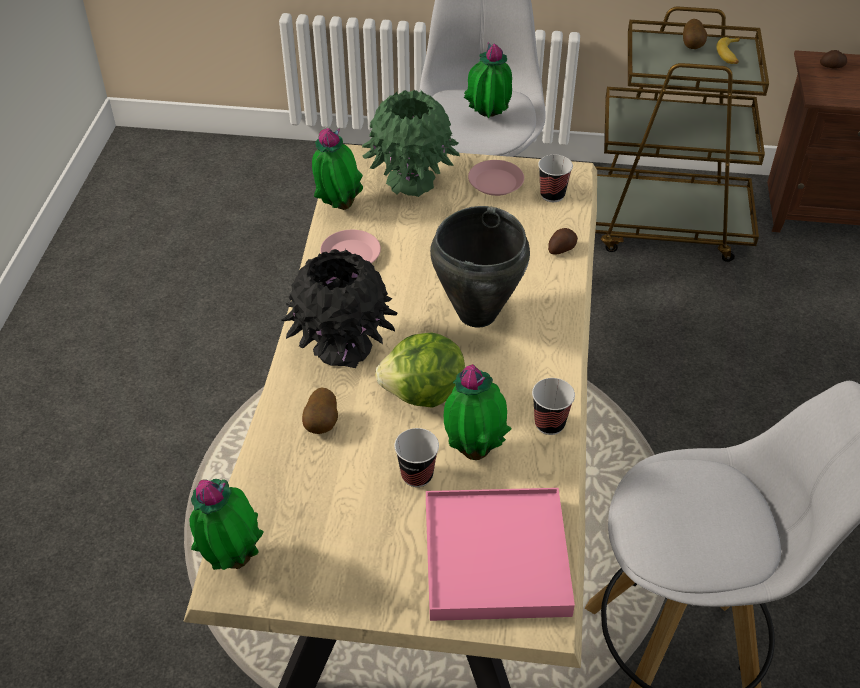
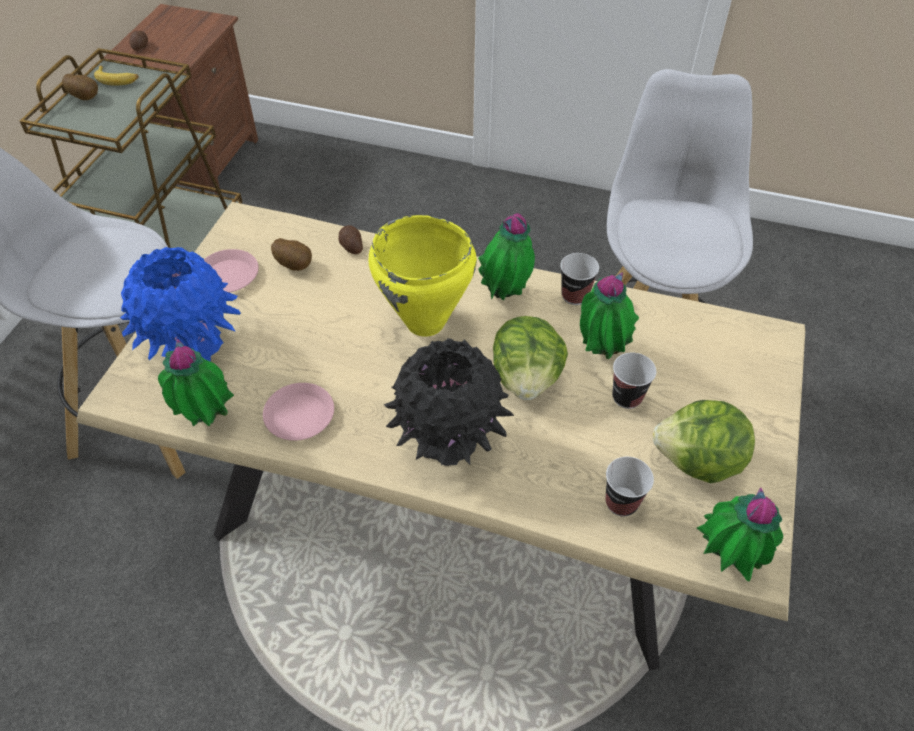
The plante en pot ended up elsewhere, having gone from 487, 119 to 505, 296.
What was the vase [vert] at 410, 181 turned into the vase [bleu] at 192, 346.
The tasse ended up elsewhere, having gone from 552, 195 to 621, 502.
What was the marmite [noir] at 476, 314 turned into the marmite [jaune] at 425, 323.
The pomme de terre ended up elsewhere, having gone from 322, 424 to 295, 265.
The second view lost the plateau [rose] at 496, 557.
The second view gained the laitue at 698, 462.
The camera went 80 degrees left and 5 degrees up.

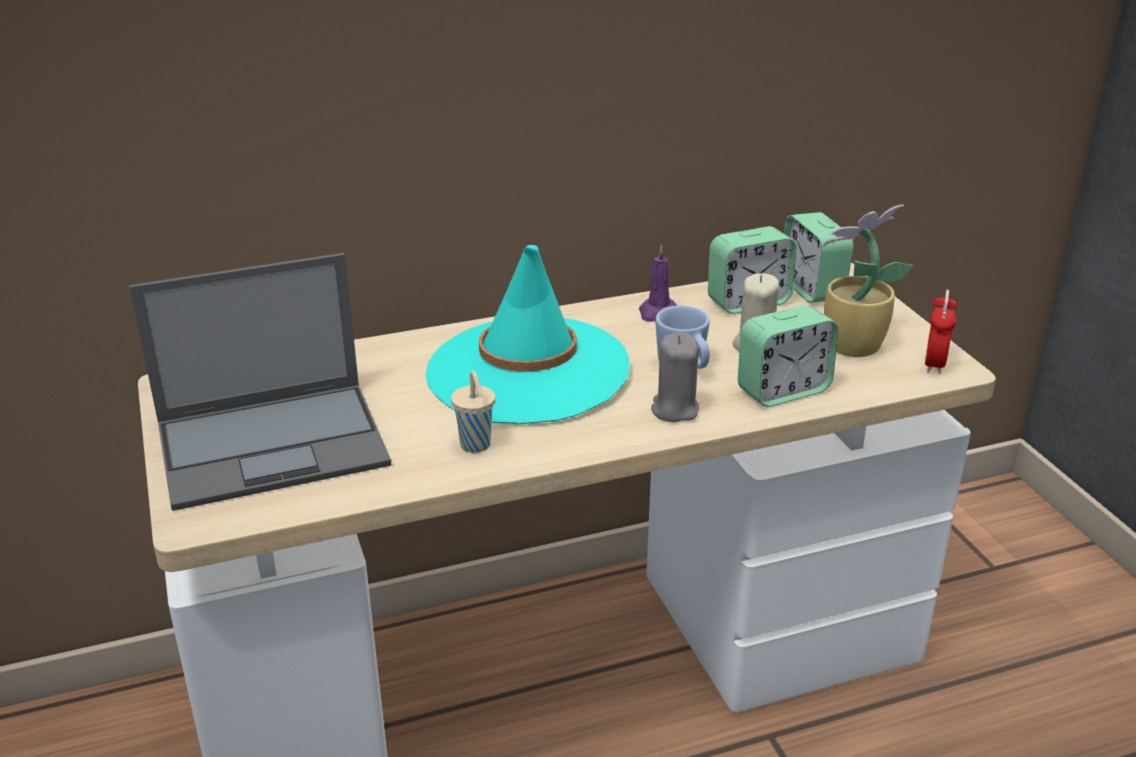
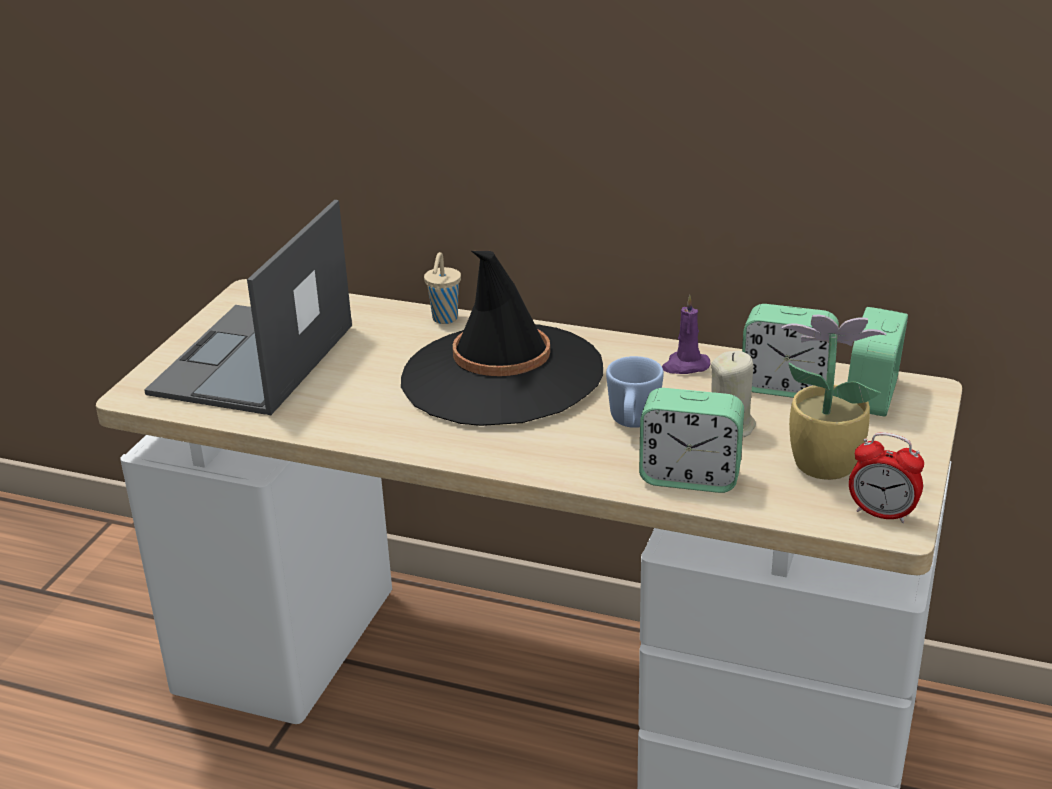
What was the chapeau [turquoise] at 527, 371 turned into the chapeau [noir] at 501, 375.
The ordinateur portable at 275, 443 ended up facing another way, 90 degrees clockwise from before.
The réveil at 934, 364 ended up facing another way, 120 degrees counterclockwise from before.
The second view lost the bougie [gris] at 674, 409.
The tasse [beige] ended up elsewhere, having gone from 476, 446 to 444, 319.
The camera went 40 degrees right and 0 degrees up.

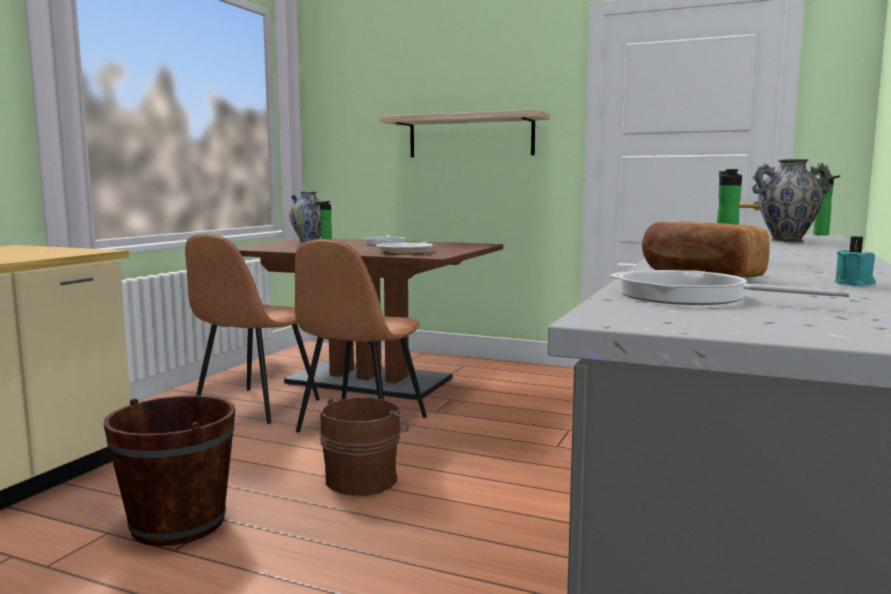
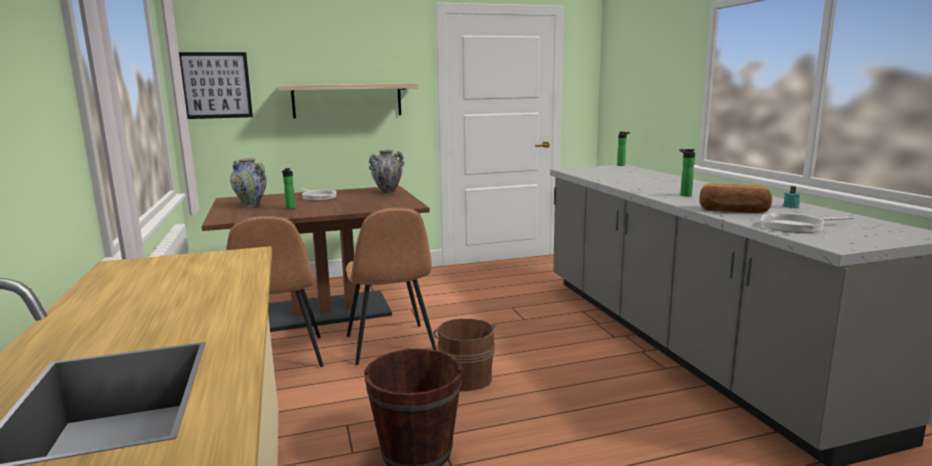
The vase ended up elsewhere, having gone from 786, 241 to 387, 192.
The second view lost the poêle at 406, 252.
The second view gained the tableau at 215, 85.
The camera went 40 degrees left and 5 degrees up.

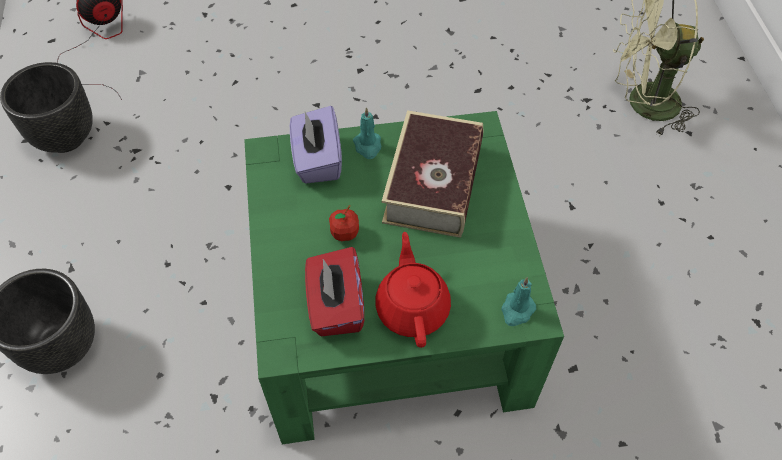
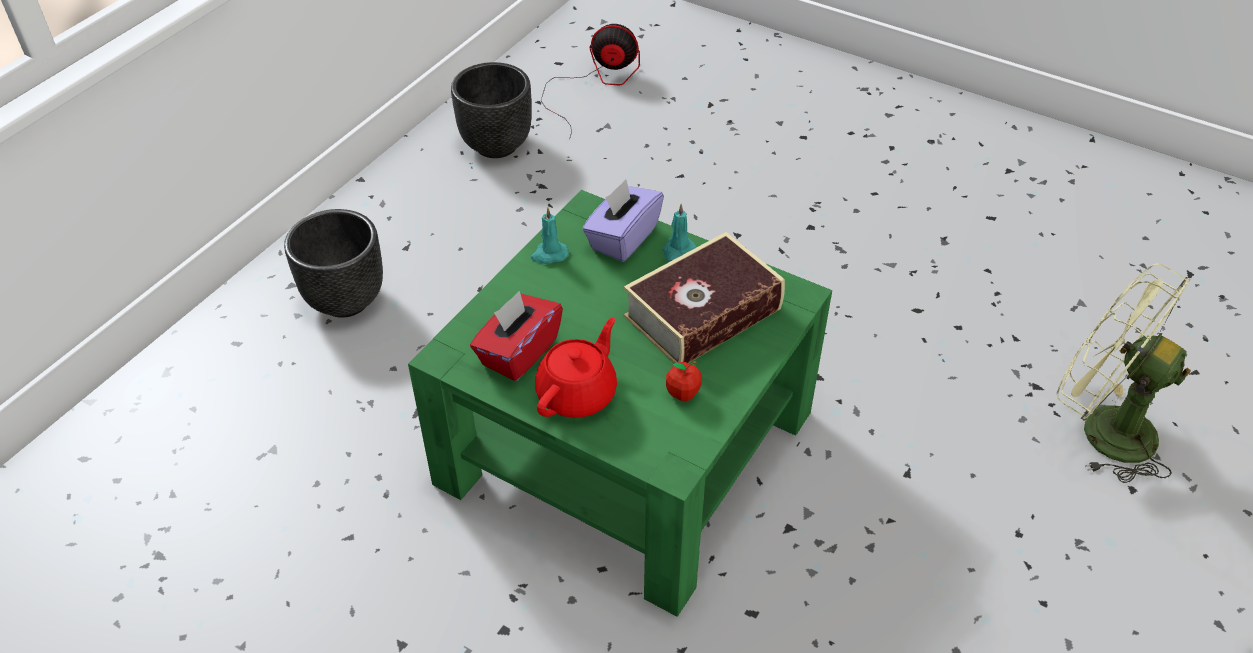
The pomme ended up elsewhere, having gone from 344, 234 to 683, 393.
The bougie [turquoise] ended up elsewhere, having gone from 517, 310 to 549, 254.
The camera went 40 degrees right and 10 degrees down.

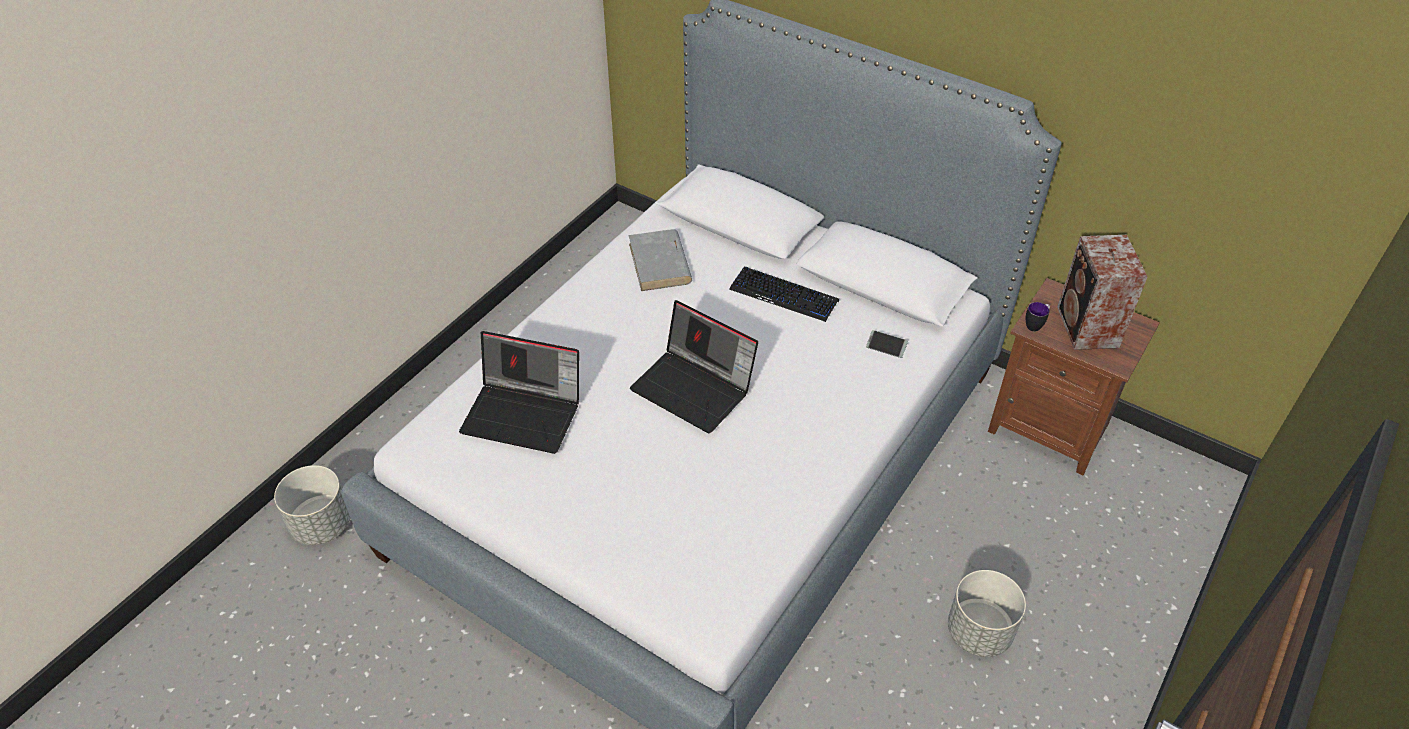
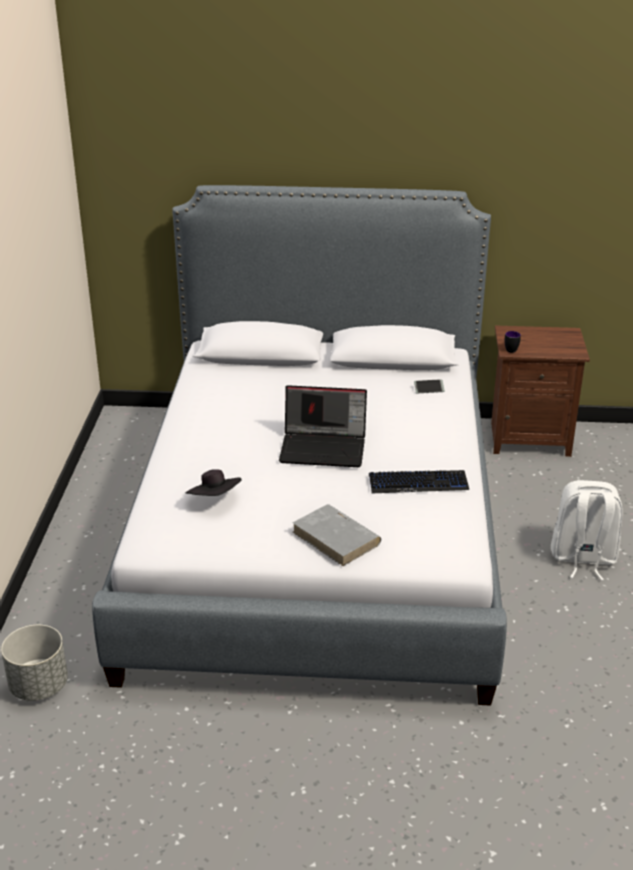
The livre [gris] ended up elsewhere, having gone from 660, 264 to 337, 538.
The second view lost the enceinte at 1087, 329.
The clavier ended up elsewhere, having gone from 784, 295 to 418, 483.
Where the ordinateur portable stood at 525, 413, the chapeau [noir] came to stand at 215, 499.
Where the cache-pot [gris] stood at 978, 632, the sac à dos [blanc] came to stand at 582, 558.
The camera went 30 degrees left and 15 degrees down.

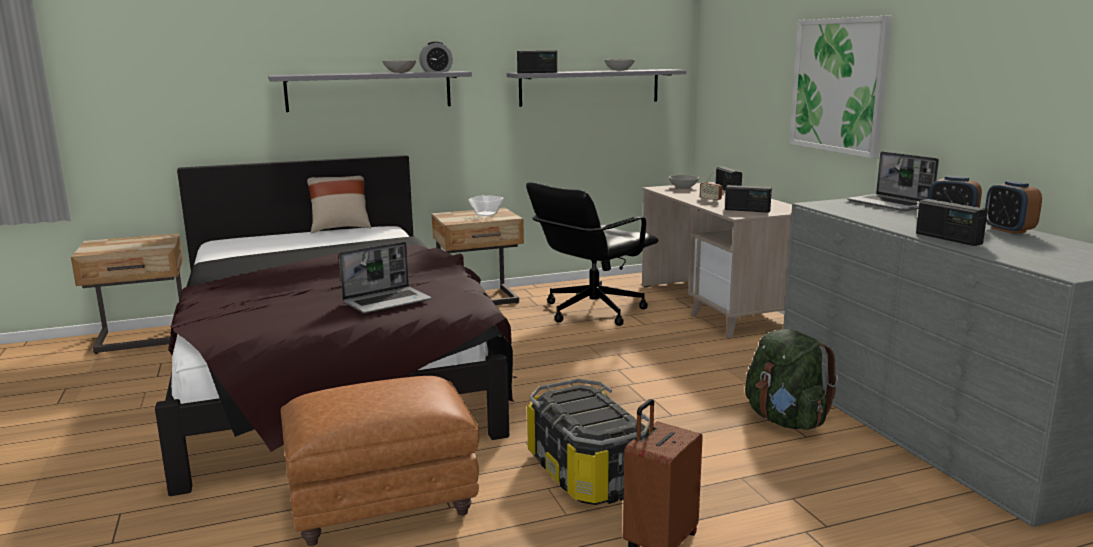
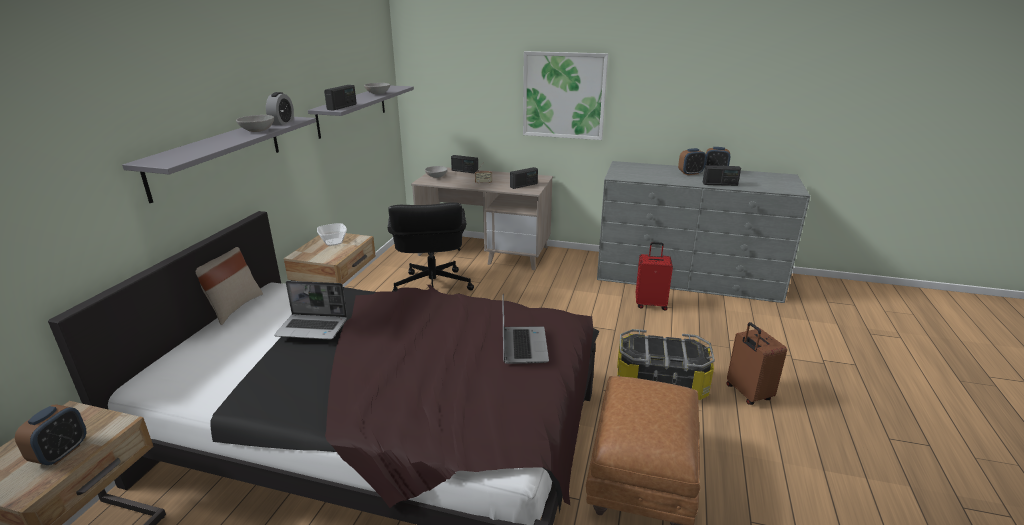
The ordinateur portable ended up elsewhere, having gone from 890, 204 to 313, 328.
Where the sac à dos [vert] stood at 785, 420, the valise [rouge] came to stand at 651, 304.
The second view gained the réveil at 61, 453.
The camera went 55 degrees left and 10 degrees up.

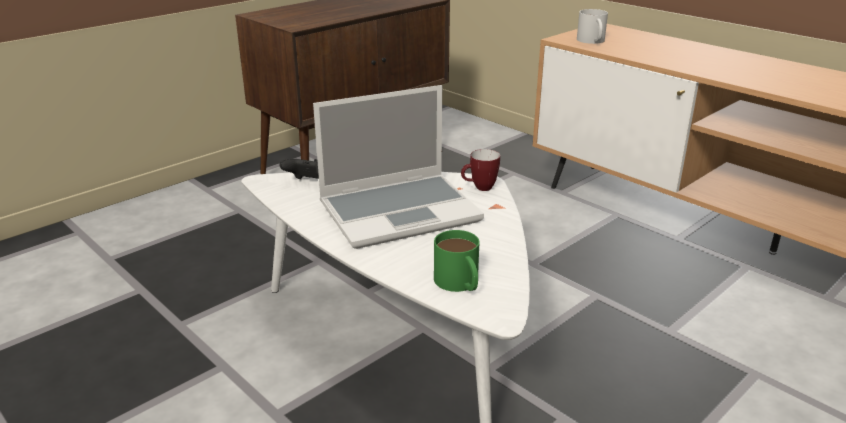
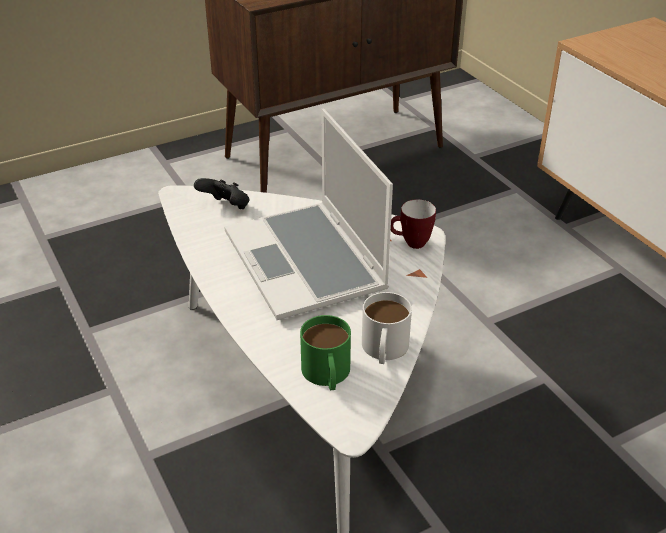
The mug [blanc] ended up elsewhere, having gone from 592, 41 to 384, 350.
The ordinateur portable at 400, 211 ended up facing another way, 75 degrees clockwise from before.
The camera went 15 degrees right and 10 degrees up.

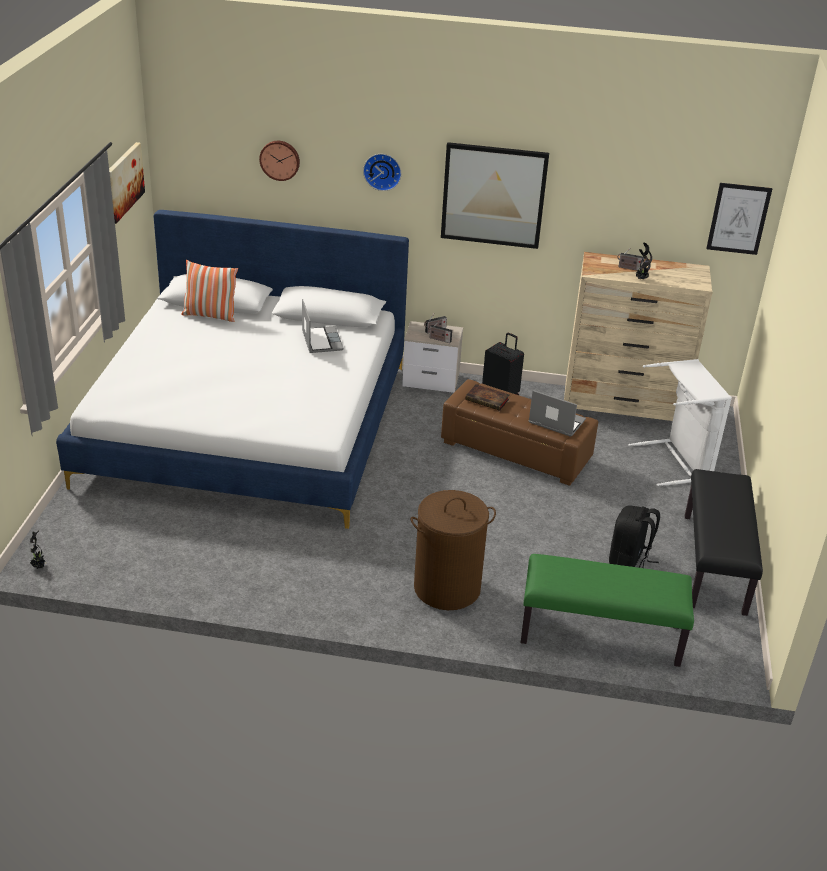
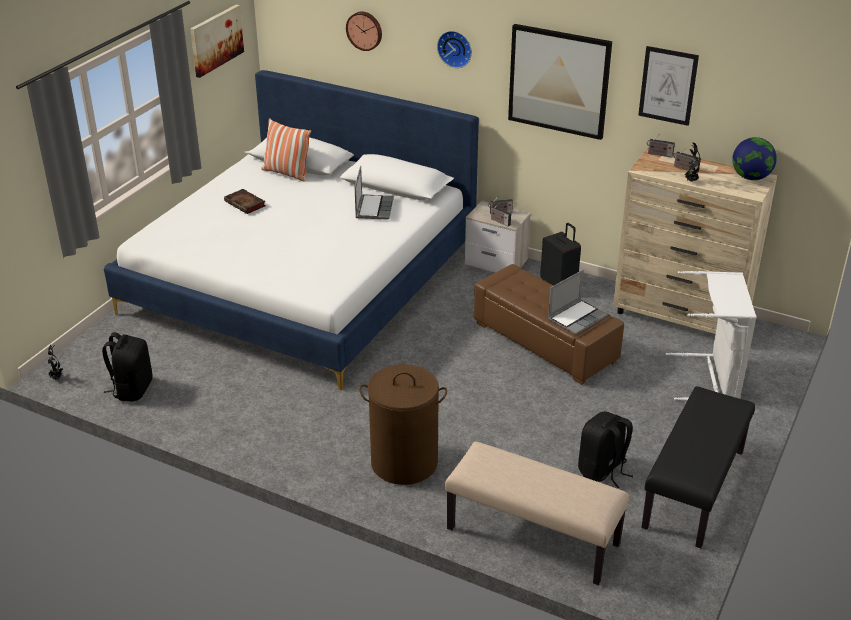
The tableau ended up elsewhere, having gone from 738, 218 to 668, 85.
The livre ended up elsewhere, having gone from 488, 400 to 246, 204.
The ordinateur portable at 555, 422 ended up facing another way, 90 degrees clockwise from before.
What was the banc [vert] at 599, 635 turned into the banc [beige] at 531, 537.
The second view gained the radio at 659, 154.
The second view gained the globe at 751, 177.
The second view gained the sac à dos [noir] at 132, 389.
The camera went 20 degrees right and 0 degrees up.

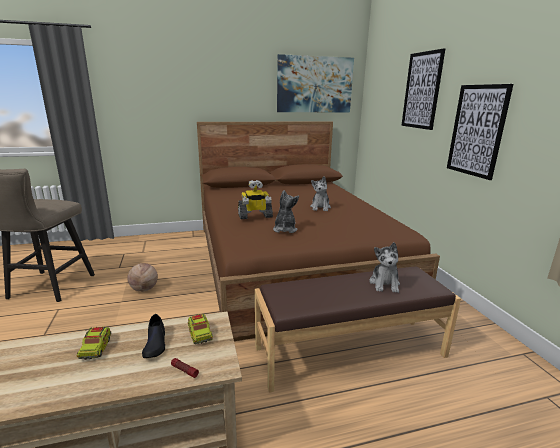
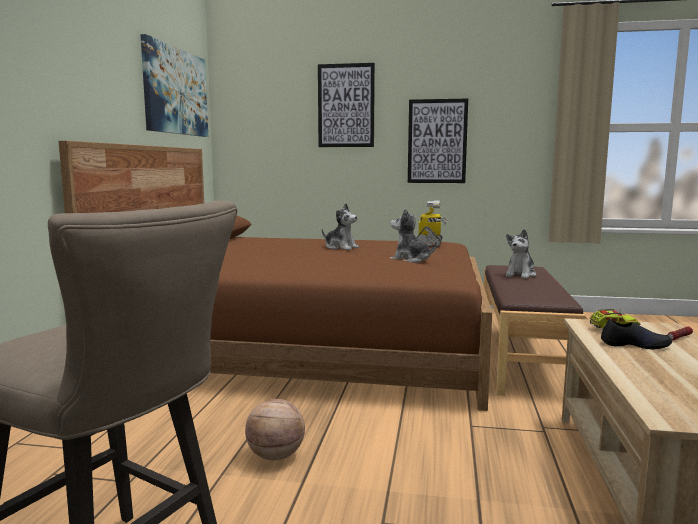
The robot jouet ended up elsewhere, having gone from 255, 216 to 430, 244.
The peluche at 384, 284 ended up facing another way, 90 degrees clockwise from before.
The second view lost the camion jouet at 96, 348.
The camera went 65 degrees left and 10 degrees down.

